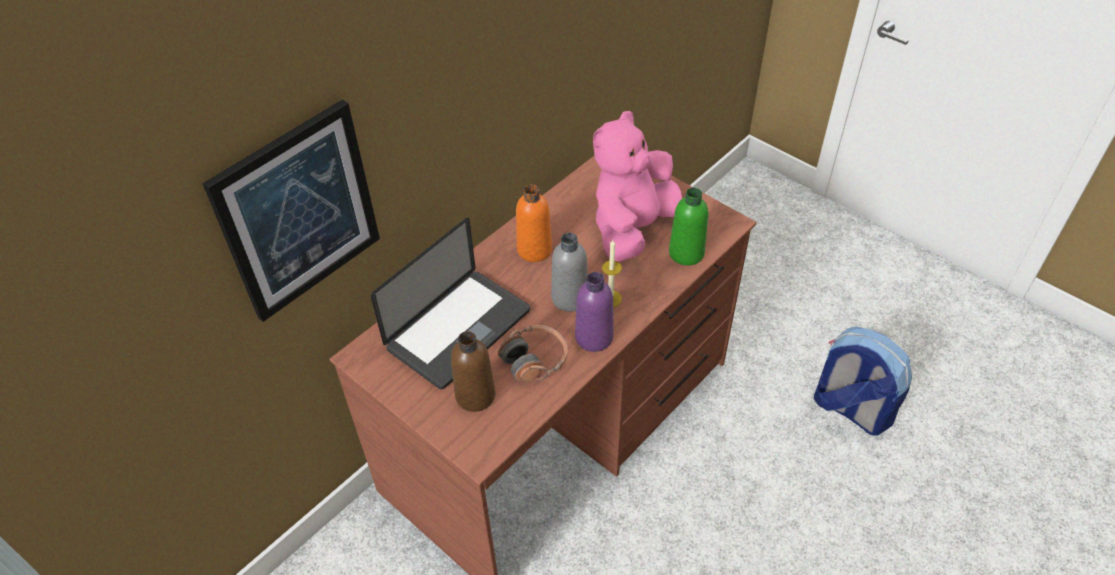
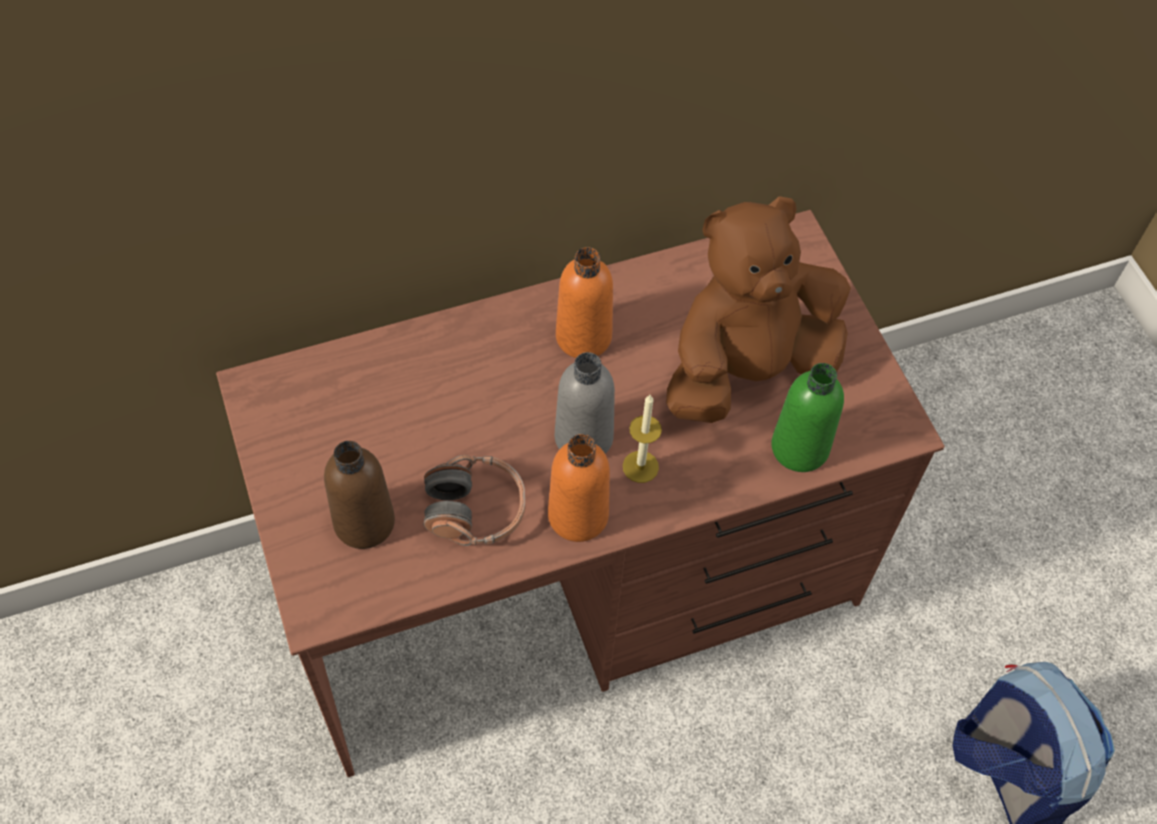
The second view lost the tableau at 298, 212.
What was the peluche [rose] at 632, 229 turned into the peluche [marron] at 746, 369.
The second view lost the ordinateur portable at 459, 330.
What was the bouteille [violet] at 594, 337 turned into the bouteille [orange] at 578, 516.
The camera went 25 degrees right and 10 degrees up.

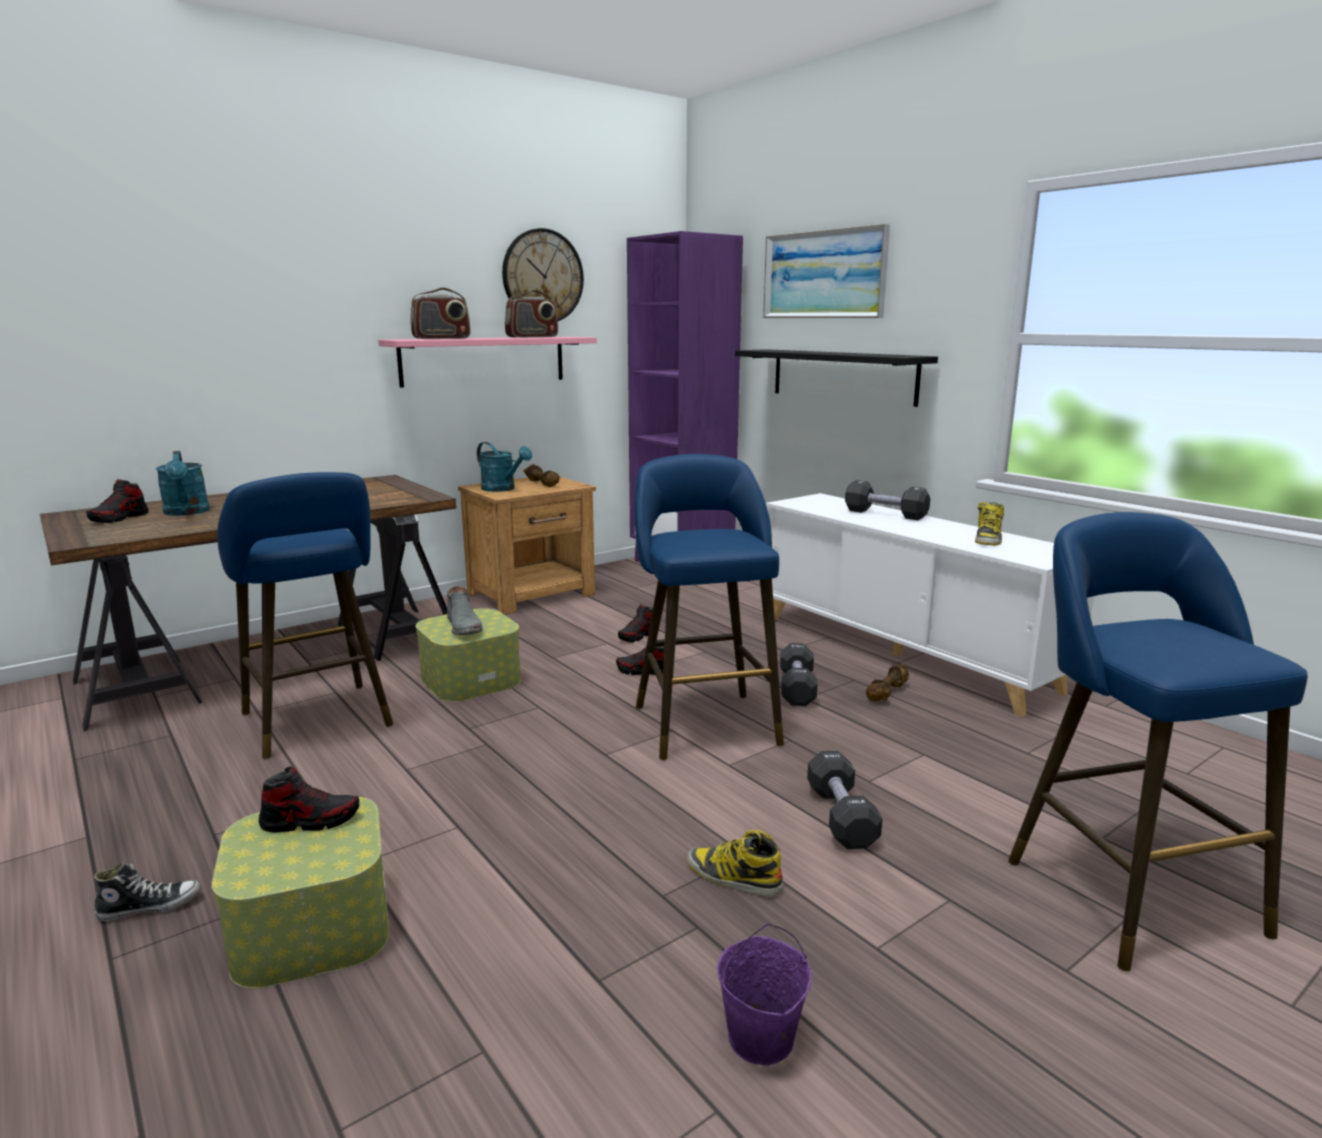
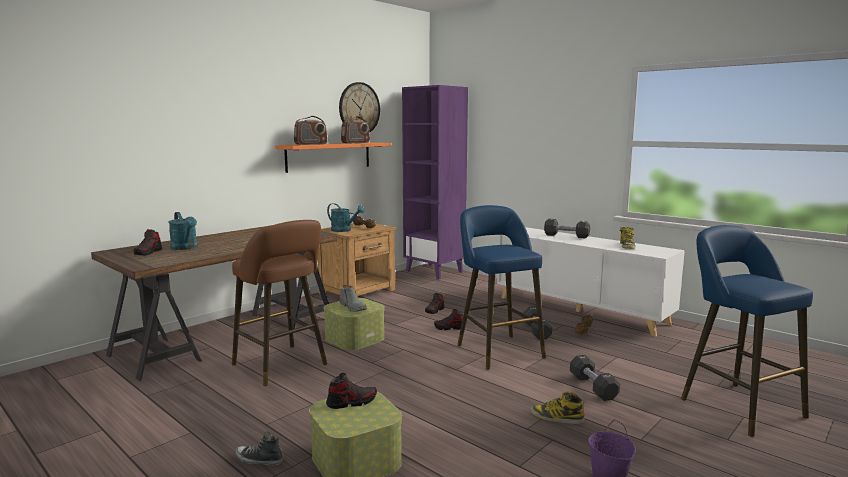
The second view lost the tableau at 823, 275.
What was the étagère [rose] at 484, 360 turned into the étagère [orange] at 329, 156.
The second view lost the étagère [noir] at 842, 376.
What was the tabouret [bleu] at 319, 723 turned into the tabouret [marron] at 282, 366.
The chaussure at 150, 906 ended up facing another way, 135 degrees counterclockwise from before.
The camera went 10 degrees left and 5 degrees down.

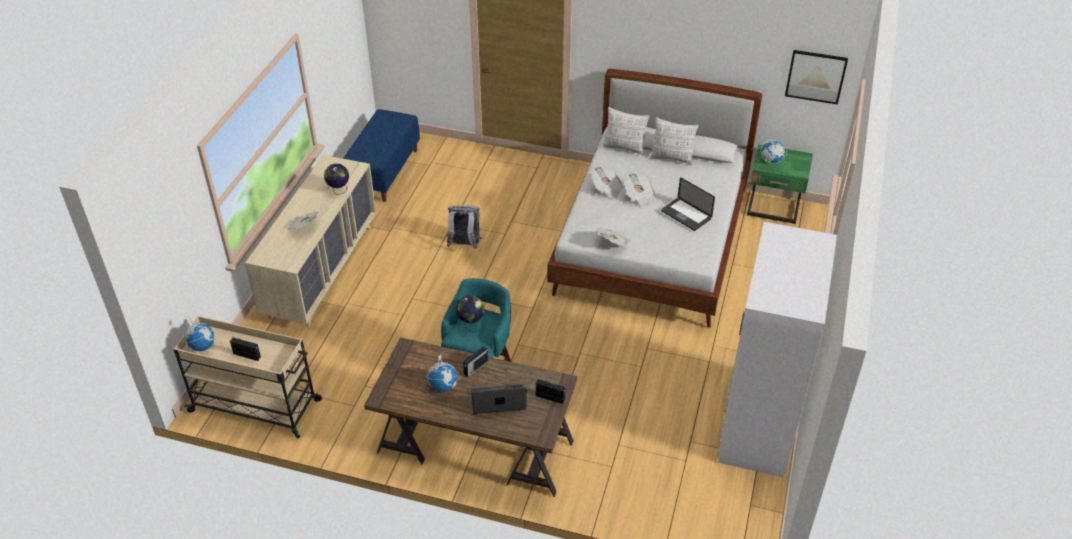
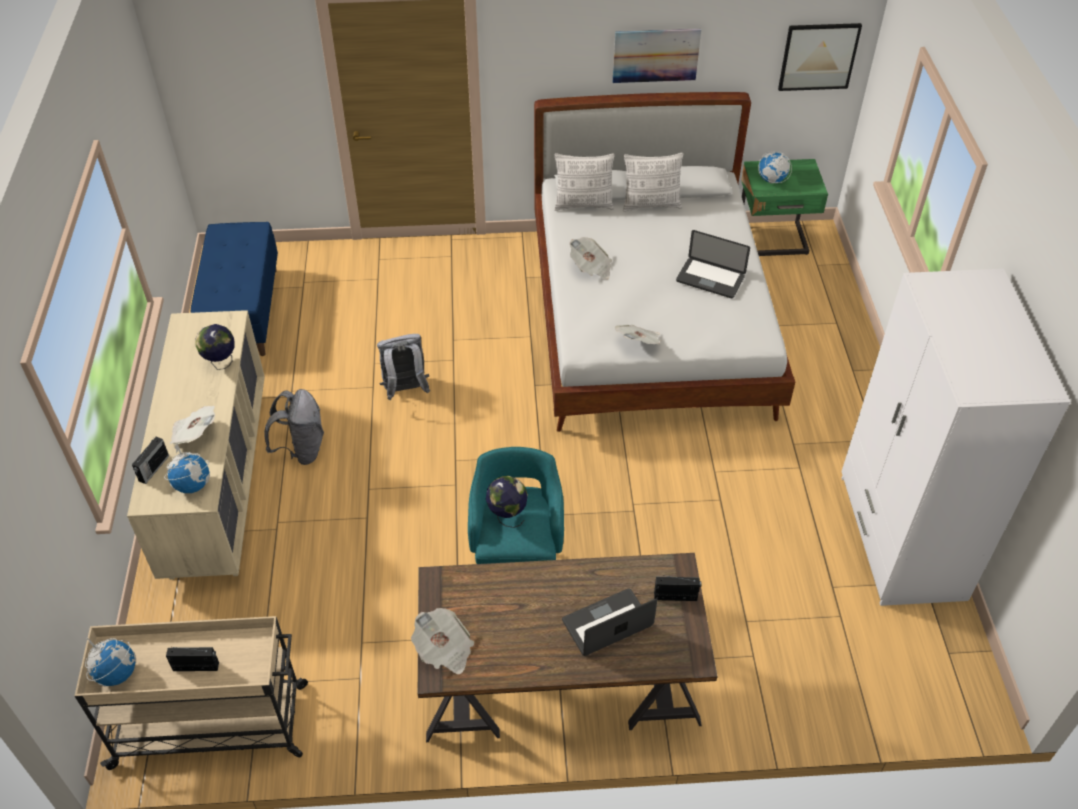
The journal ended up elsewhere, having gone from 639, 197 to 444, 650.
The radio ended up elsewhere, having gone from 475, 368 to 153, 469.
The globe ended up elsewhere, having gone from 443, 386 to 193, 485.
The second view gained the tableau at 656, 55.
The second view gained the sac à dos [gris] at 302, 450.
The camera went 20 degrees left and 5 degrees up.

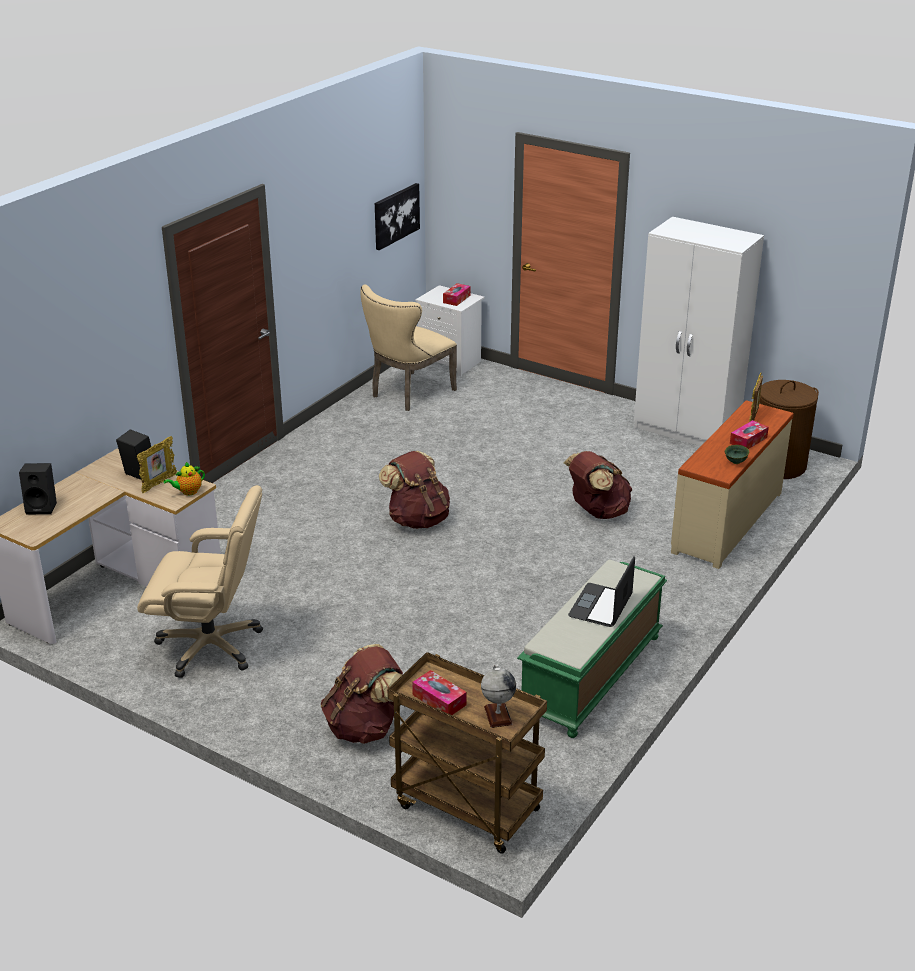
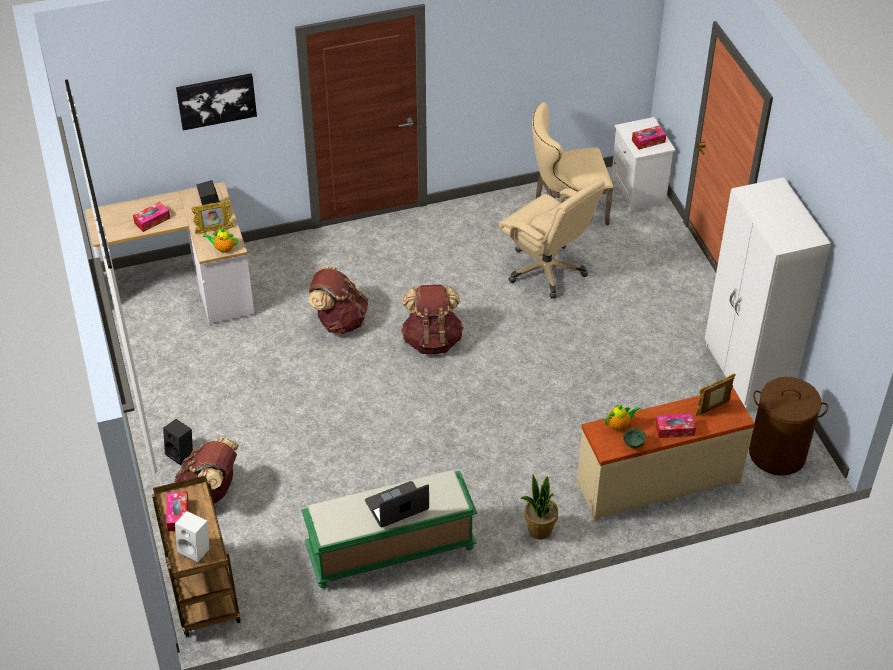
The tableau ended up elsewhere, having gone from 396, 215 to 216, 100.
The sac à dos [marron] ended up elsewhere, having gone from 597, 512 to 339, 321.
The enceinte [noir] ended up elsewhere, having gone from 42, 507 to 181, 453.
The chaise de bureau [beige] ended up elsewhere, having gone from 211, 646 to 547, 270.
Where the globe stood at 497, 715, the enceinte [blanc] came to stand at 196, 549.
The second view gained the boîte à mouchoirs at 152, 220.
The second view gained the théière at 619, 425.
The second view gained the plante en pot at 539, 530.
The camera went 40 degrees right and 15 degrees up.

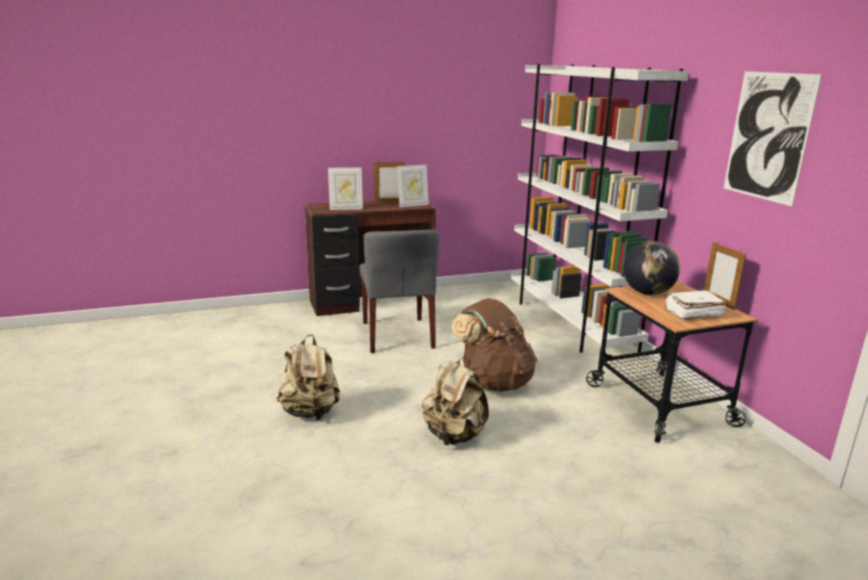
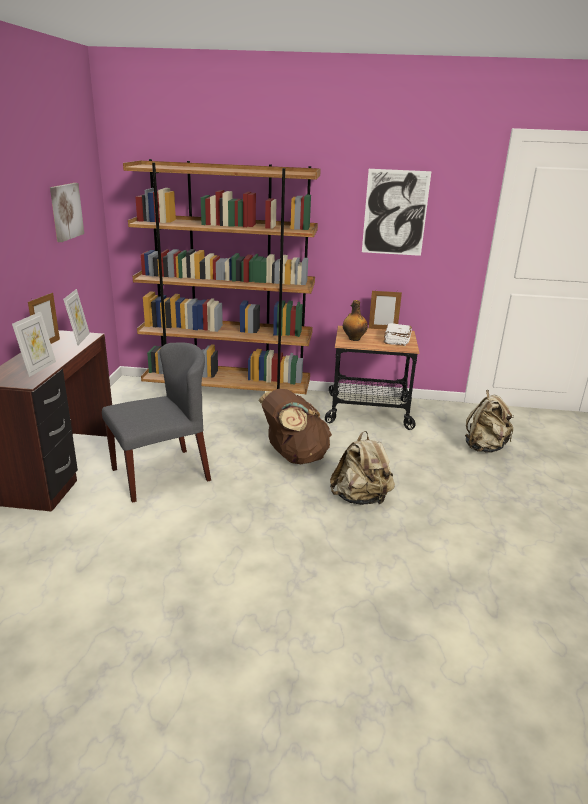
What was the bibliothèque [blanc] at 570, 323 turned into the bibliothèque [marron] at 228, 394.
The chaise [gris] at 397, 335 ended up facing another way, 45 degrees counterclockwise from before.
Where the globe stood at 647, 293, the bouteille came to stand at 354, 339.
The sac à dos [beige] ended up elsewhere, having gone from 310, 412 to 484, 447.
The second view gained the tableau at 65, 211.
The camera went 65 degrees left and 5 degrees up.

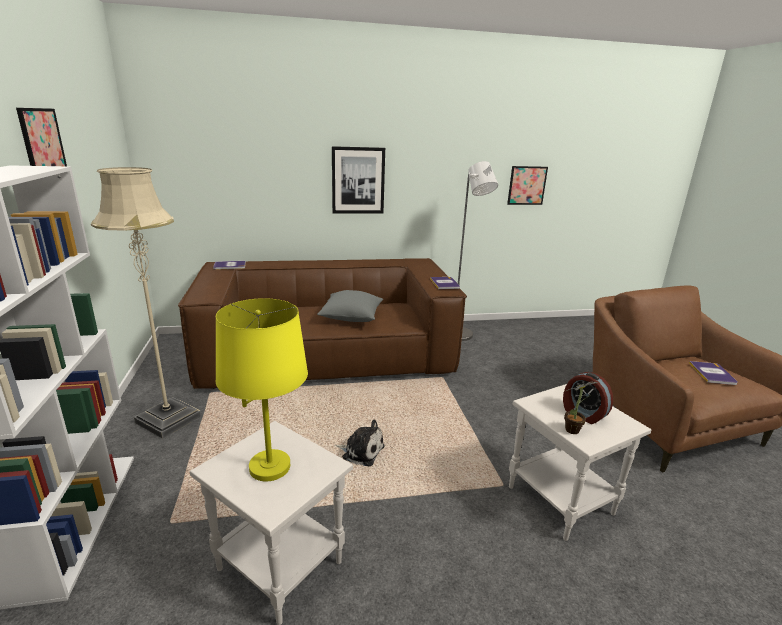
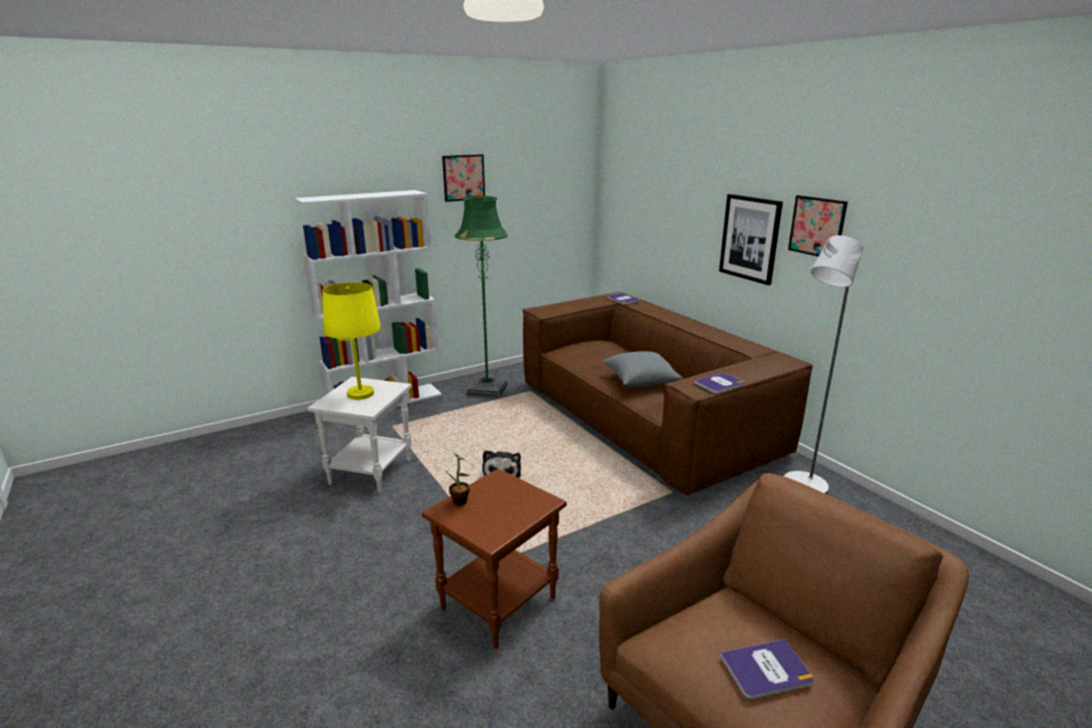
The tableau ended up elsewhere, having gone from 527, 185 to 817, 226.
What was the lampadaire [beige] at 168, 419 turned into the lampadaire [vert] at 487, 390.
The second view lost the réveil at 583, 414.
What was the table d'appoint [blanc] at 562, 500 turned into the table d'appoint [marron] at 499, 605.
The camera went 70 degrees right and 0 degrees up.

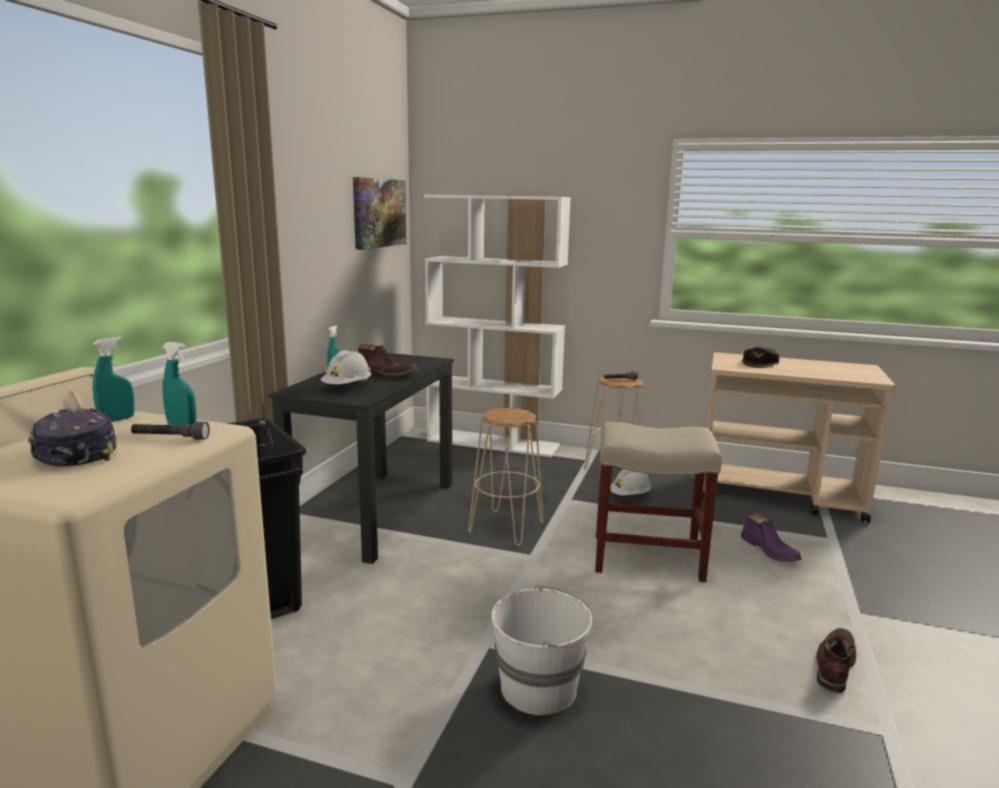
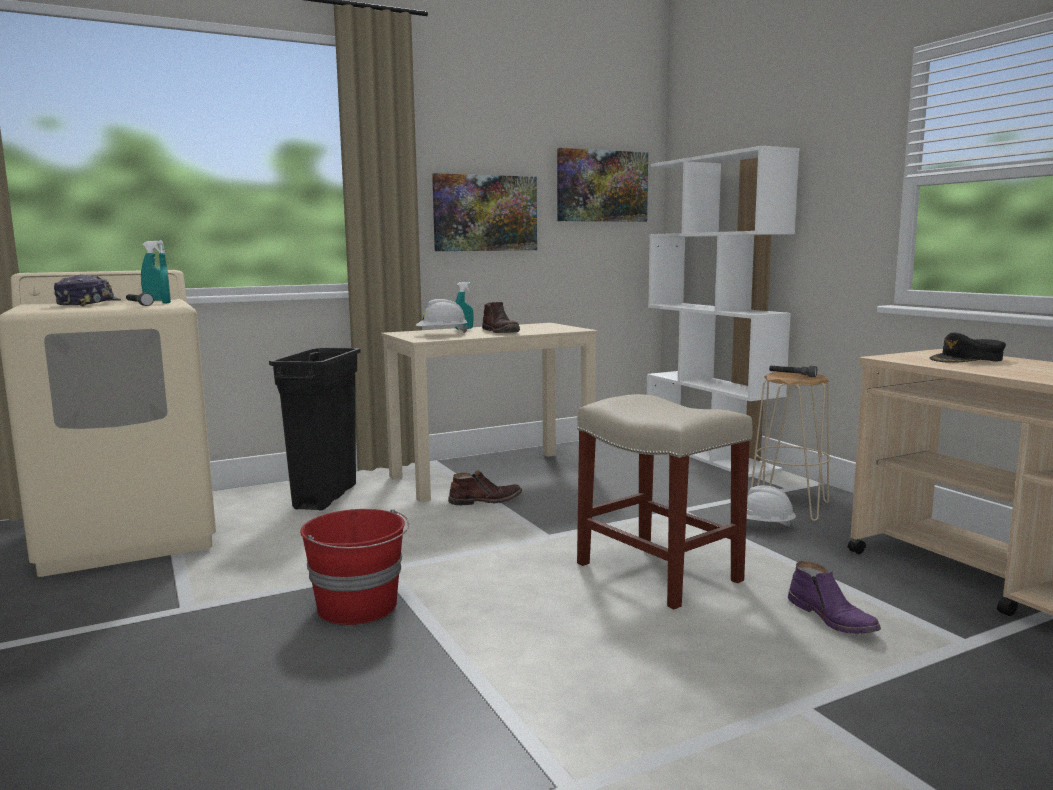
What was the bureau [noir] at 376, 512 turned into the bureau [beige] at 493, 475.
The second view lost the tabouret [beige] at 506, 528.
The botte [violet] at 770, 550 ended up facing another way, 45 degrees counterclockwise from before.
What was the seau [blanc] at 540, 687 turned into the seau [rouge] at 359, 607.
The botte [marron] ended up elsewhere, having gone from 834, 665 to 485, 500.
The second view gained the tableau at 485, 213.
The camera went 45 degrees right and 5 degrees down.

